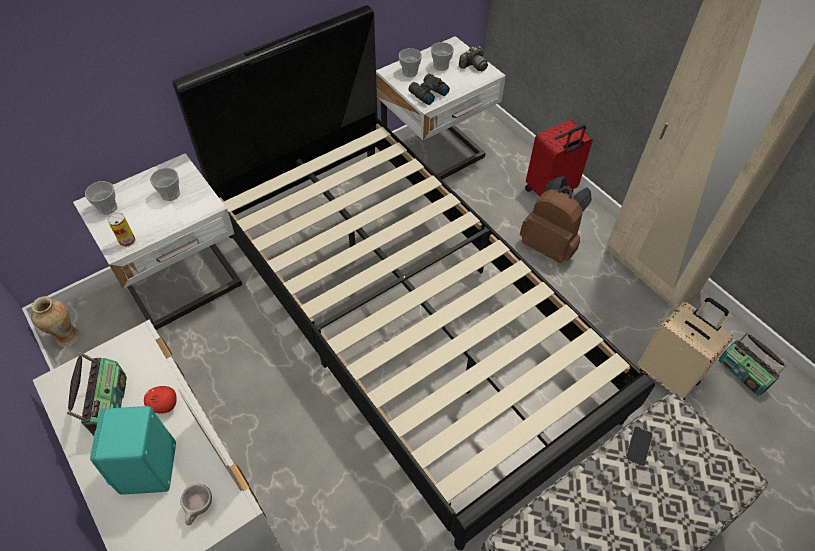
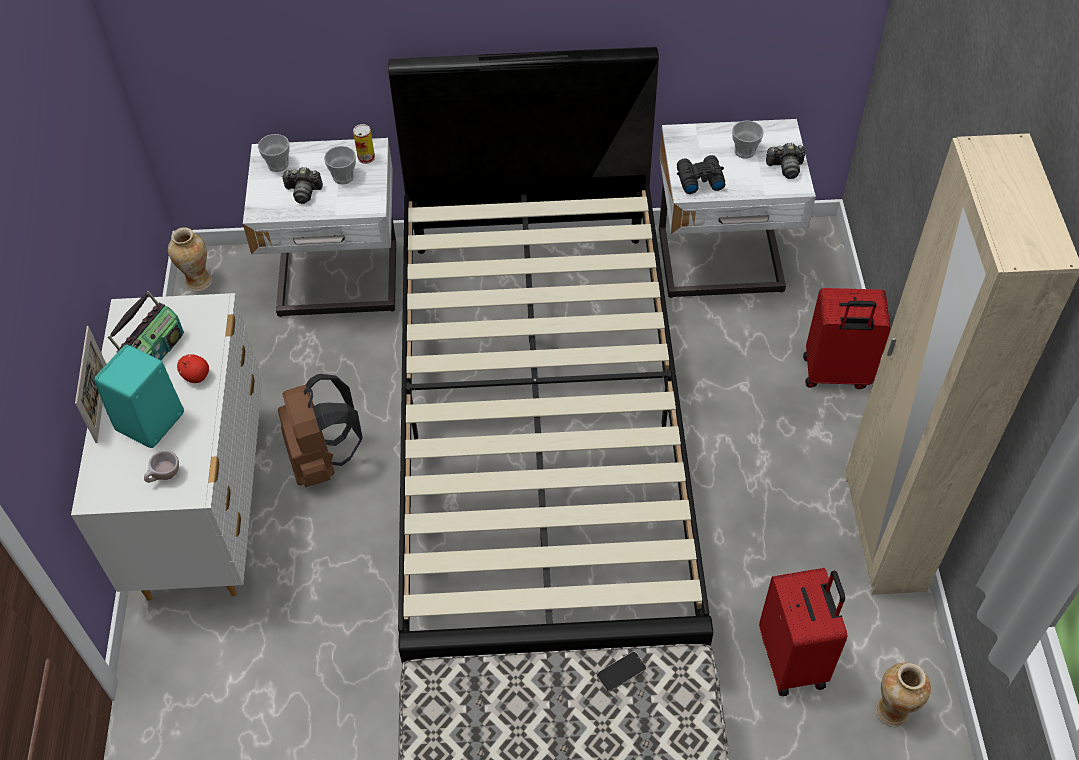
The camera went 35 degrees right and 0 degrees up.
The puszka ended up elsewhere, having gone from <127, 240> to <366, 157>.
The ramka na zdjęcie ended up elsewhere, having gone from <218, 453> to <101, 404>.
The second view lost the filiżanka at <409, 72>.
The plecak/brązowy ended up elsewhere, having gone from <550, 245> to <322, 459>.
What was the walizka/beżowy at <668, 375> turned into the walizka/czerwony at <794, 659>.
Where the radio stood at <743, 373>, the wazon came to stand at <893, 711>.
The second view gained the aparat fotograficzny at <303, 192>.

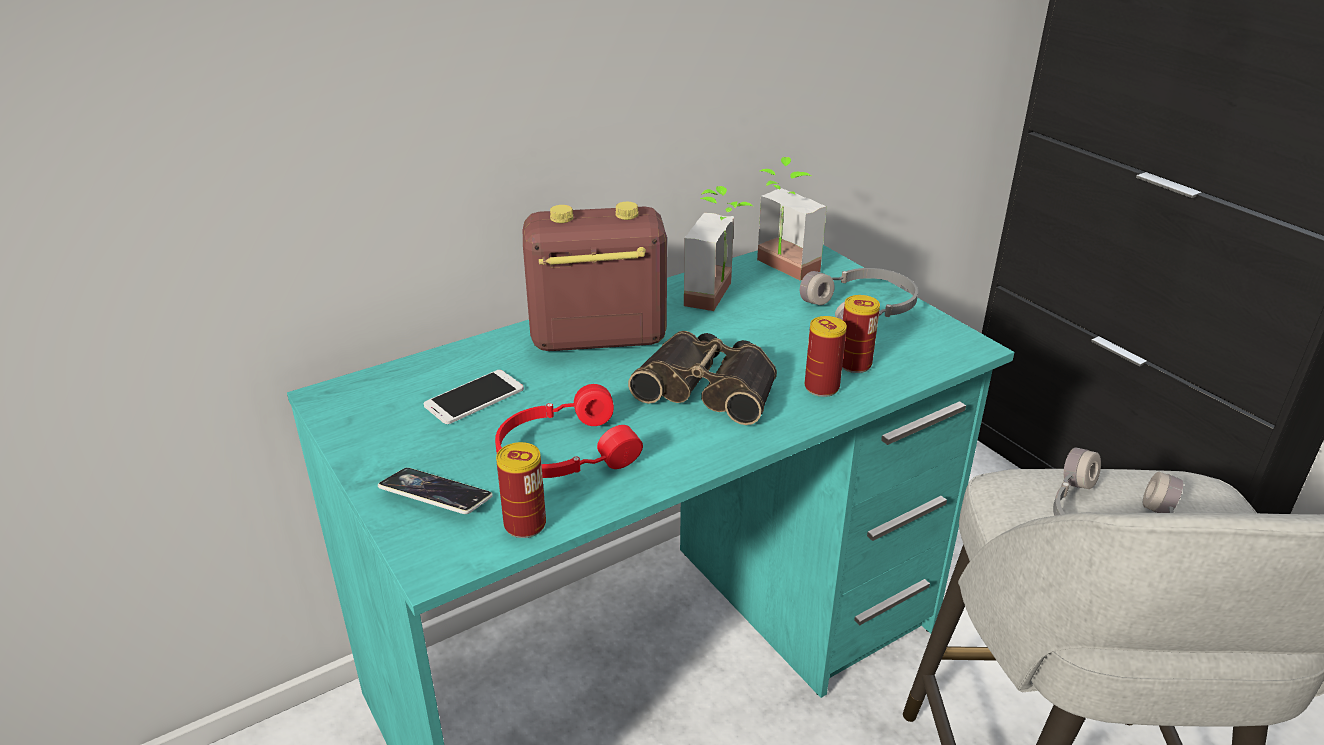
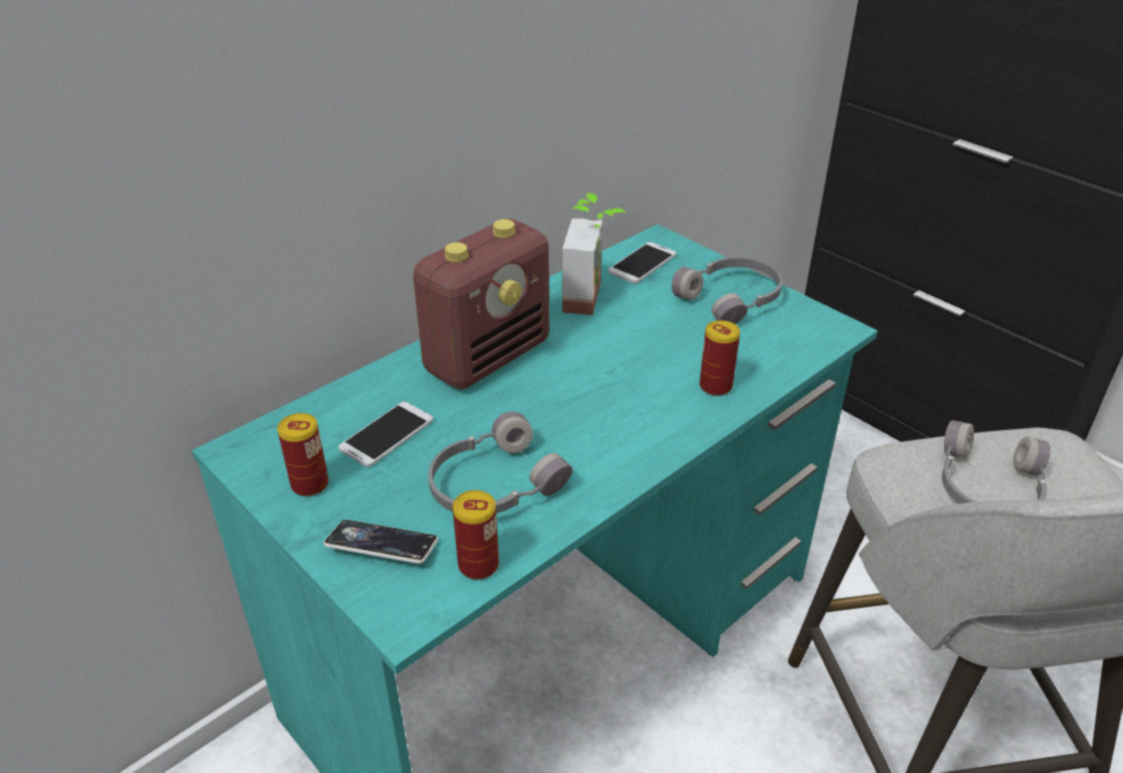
The camera went 10 degrees left and 5 degrees up.
What was the słuchawki/czerwony at <564, 452> turned into the słuchawki/szary at <493, 484>.
The radio at <596, 338> ended up facing another way, 150 degrees clockwise from before.
The second view lost the lornetka at <710, 387>.
Where the roślina doniczkowa stood at <779, 269>, the telefon came to stand at <642, 263>.
The puszka ended up elsewhere, having gone from <854, 364> to <310, 484>.

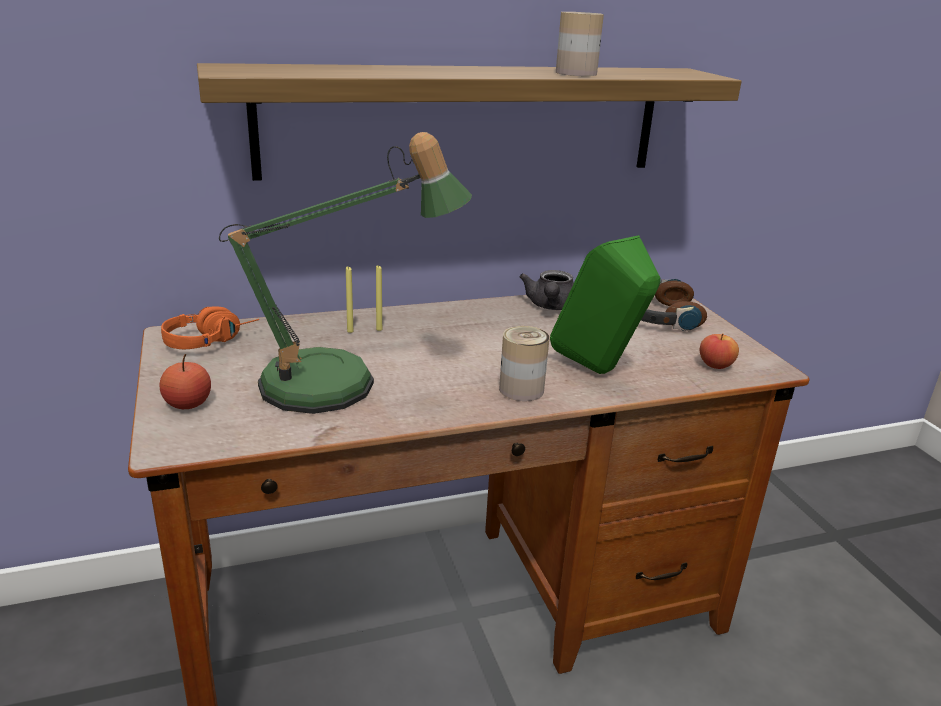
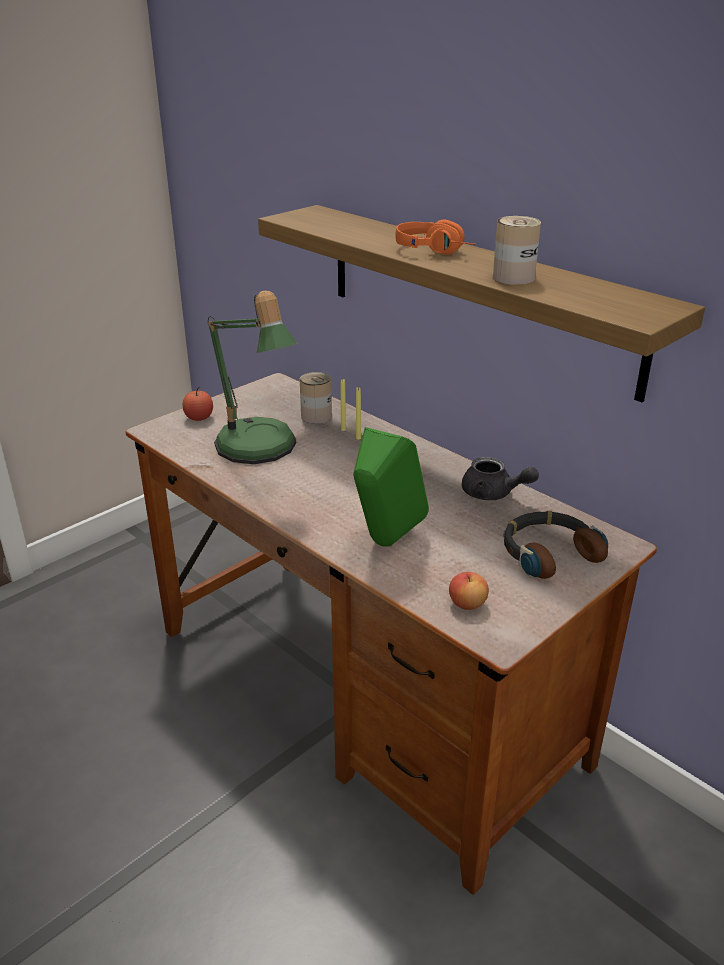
The camera went 65 degrees right and 5 degrees up.
The słuchawki/pomarańczowy ended up elsewhere, having gone from <211, 340> to <436, 251>.
The puszka ended up elsewhere, having gone from <521, 389> to <316, 416>.
The imbryk/szary at <550, 307> ended up facing another way, 135 degrees counterclockwise from before.

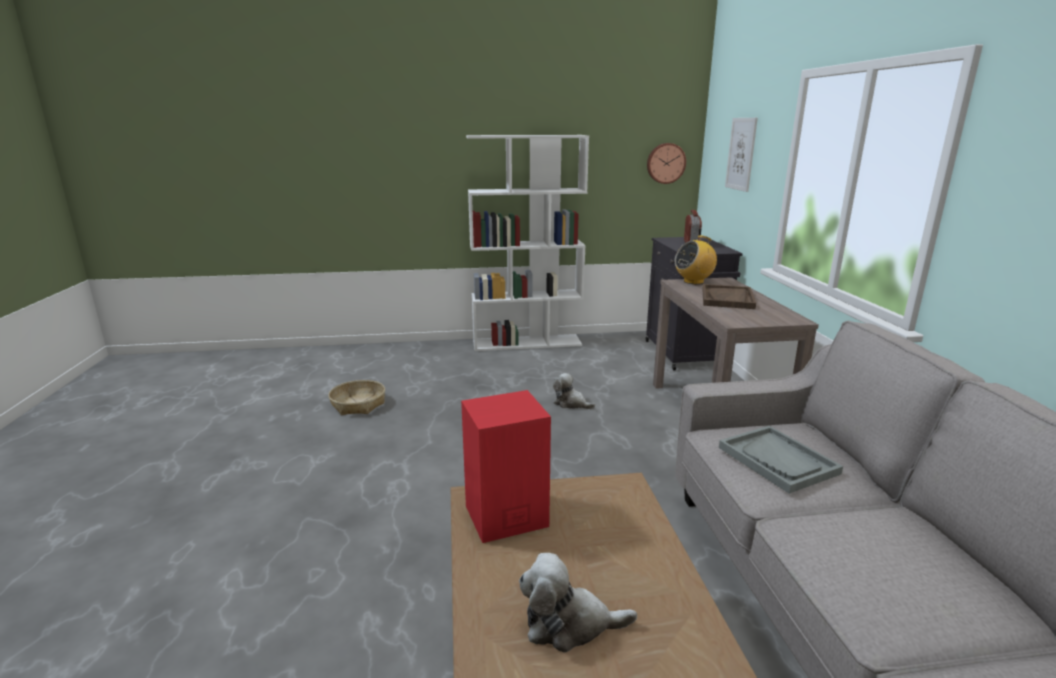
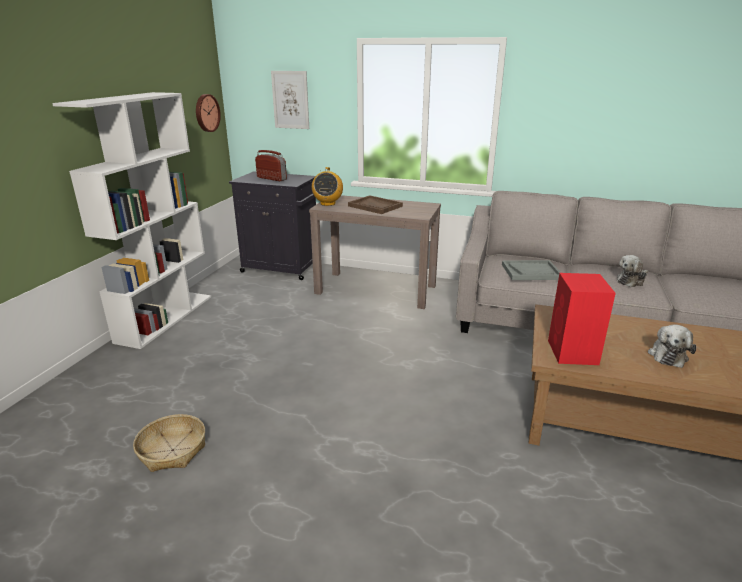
The camera went 65 degrees left and 5 degrees up.
The pluszak ended up elsewhere, having gone from <571, 403> to <631, 281>.

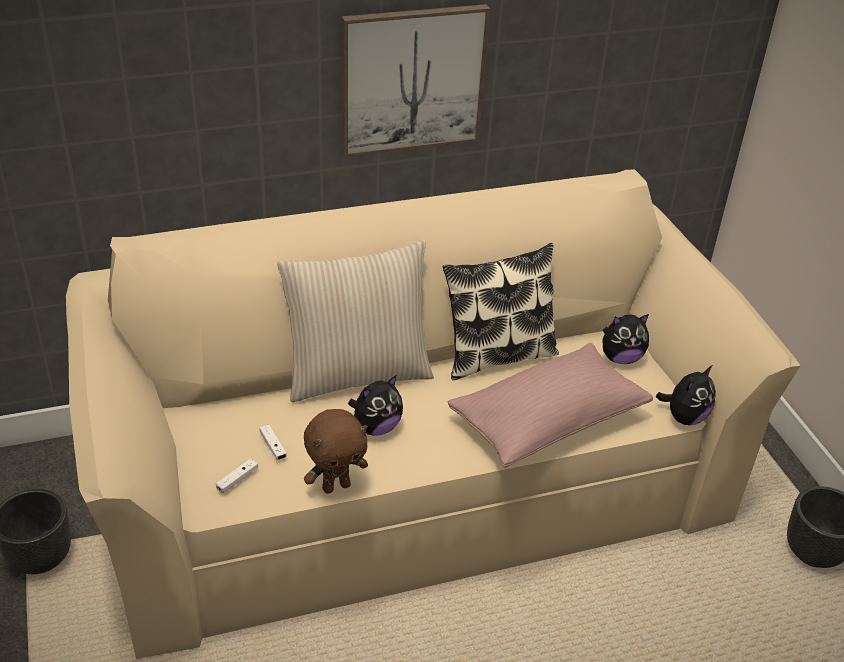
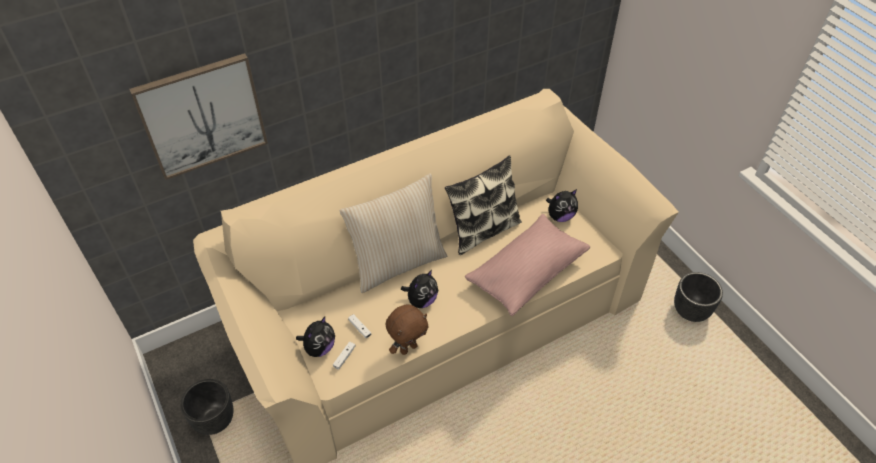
The camera went 10 degrees left and 10 degrees up.
The obraz ended up elsewhere, having gone from <412, 79> to <202, 116>.
The pluszak ended up elsewhere, having gone from <684, 417> to <319, 348>.

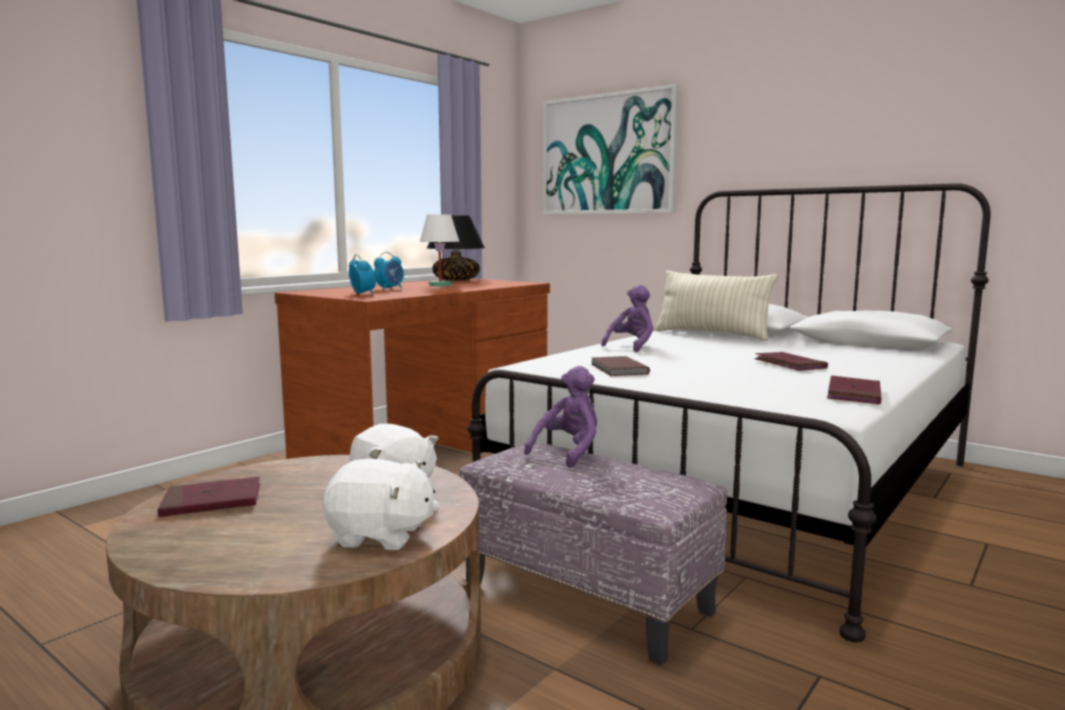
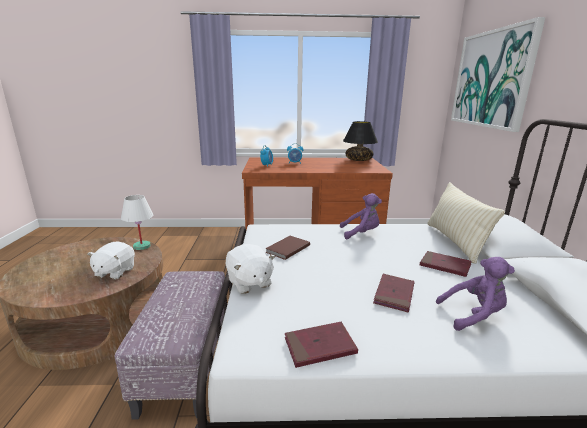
The camera went 50 degrees right and 10 degrees up.
The książka/czerwony ended up elsewhere, having gone from <212, 502> to <445, 266>.
The pluszak/biały ended up elsewhere, having gone from <381, 536> to <249, 283>.
The lampa stołowa/biały ended up elsewhere, having gone from <440, 285> to <142, 246>.
The pluszak/fioletowy ended up elsewhere, having gone from <568, 452> to <473, 315>.

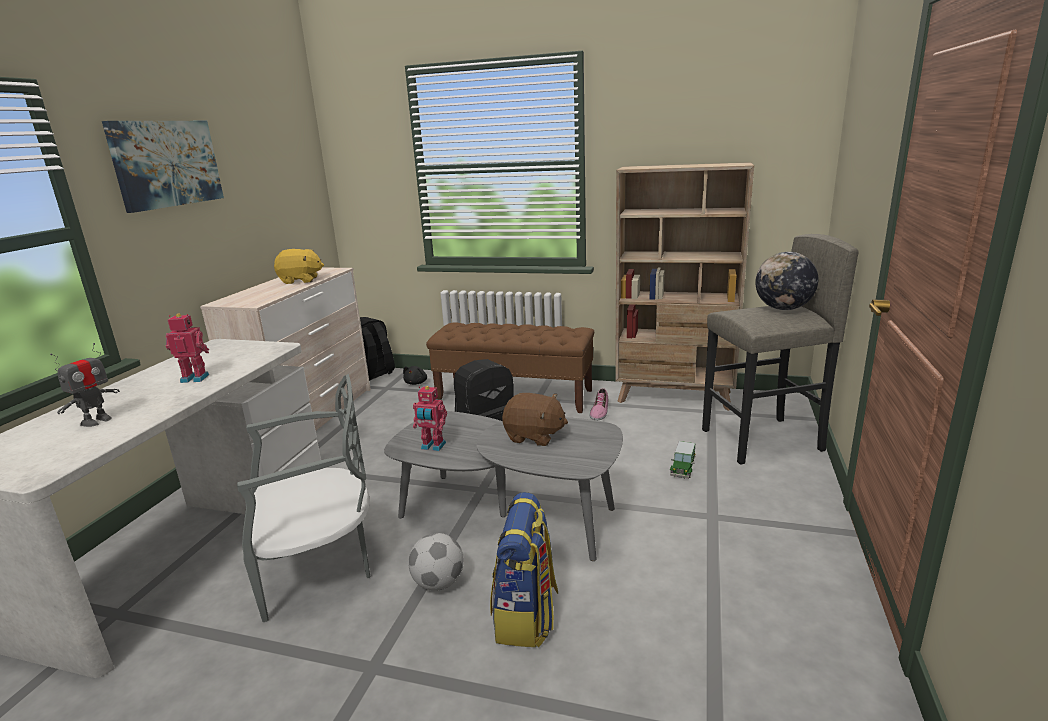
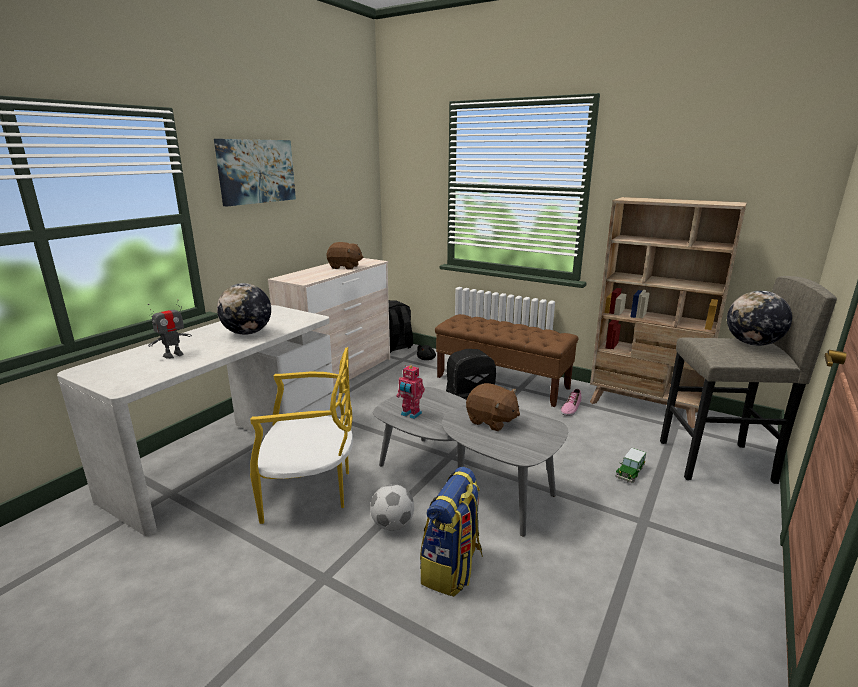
The camera went 15 degrees right and 0 degrees up.
Where the robot zabawkowy stood at <195, 378>, the globus came to stand at <247, 333>.
What was the krzesło/szary at <319, 567> turned into the krzesło/żółty at <310, 491>.
What was the pluszak/żółty at <300, 280> turned into the pluszak/brązowy at <345, 267>.

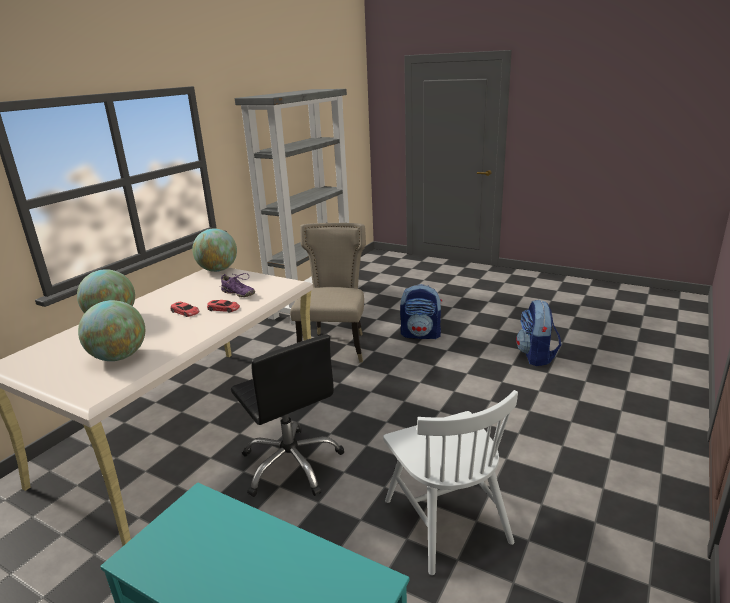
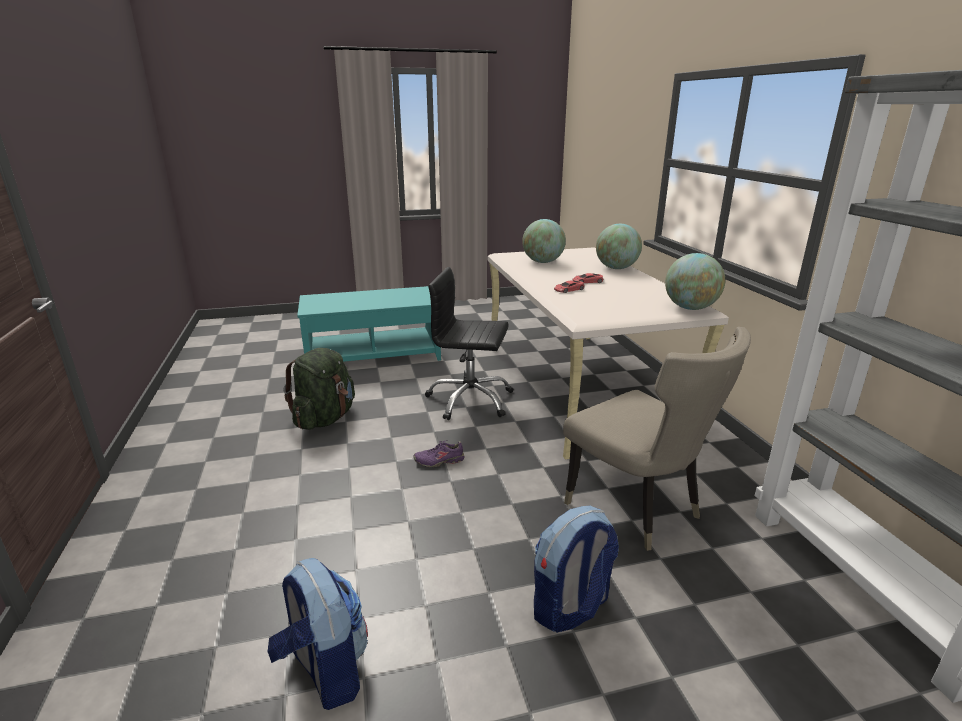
The camera went 135 degrees right and 0 degrees up.
The but/fioletowy ended up elsewhere, having gone from <238, 293> to <439, 461>.
Where the krzesło/biały stood at <446, 520>, the plecak/zielony came to stand at <325, 418>.

